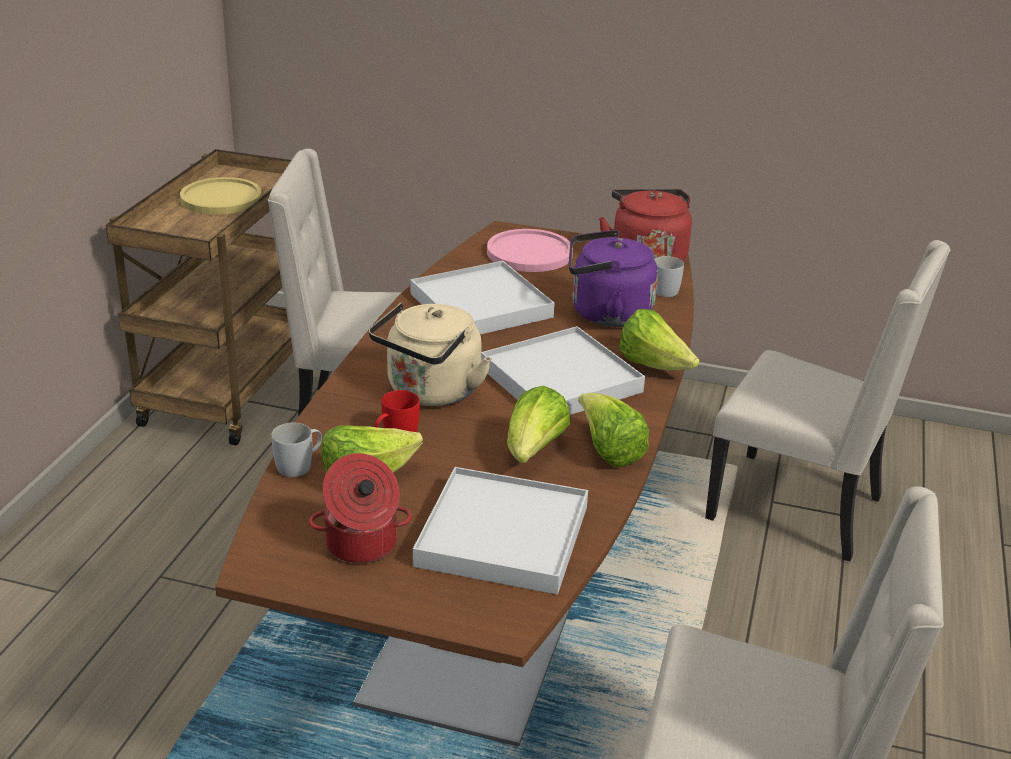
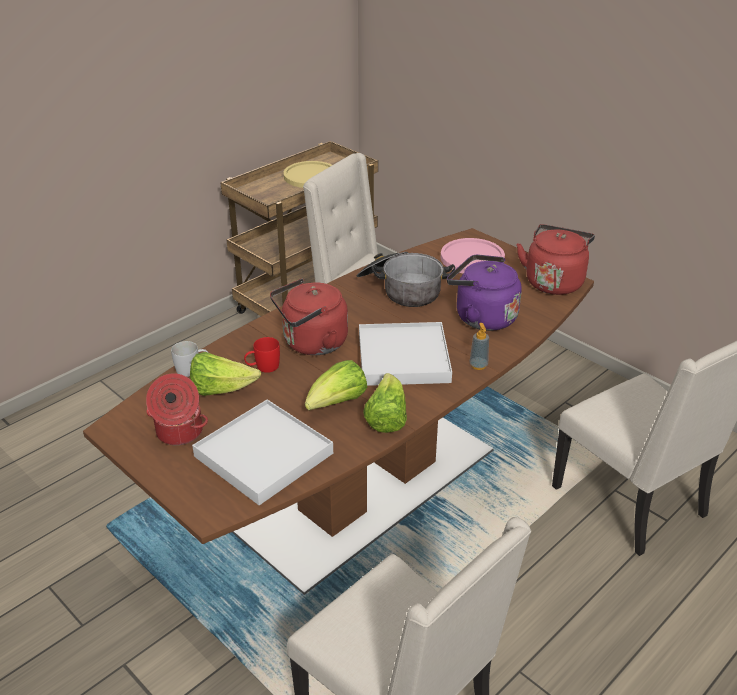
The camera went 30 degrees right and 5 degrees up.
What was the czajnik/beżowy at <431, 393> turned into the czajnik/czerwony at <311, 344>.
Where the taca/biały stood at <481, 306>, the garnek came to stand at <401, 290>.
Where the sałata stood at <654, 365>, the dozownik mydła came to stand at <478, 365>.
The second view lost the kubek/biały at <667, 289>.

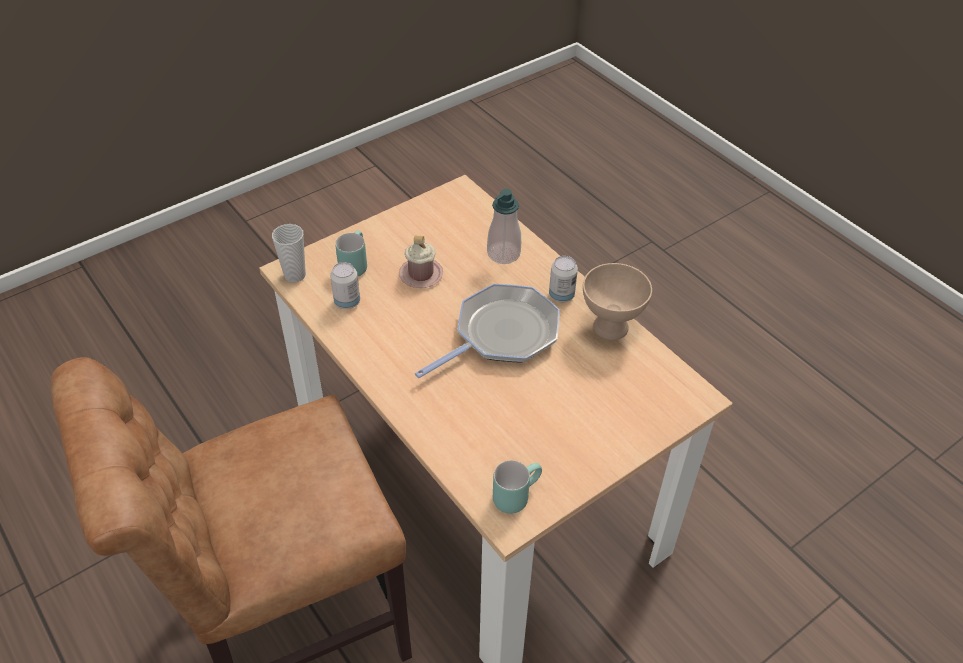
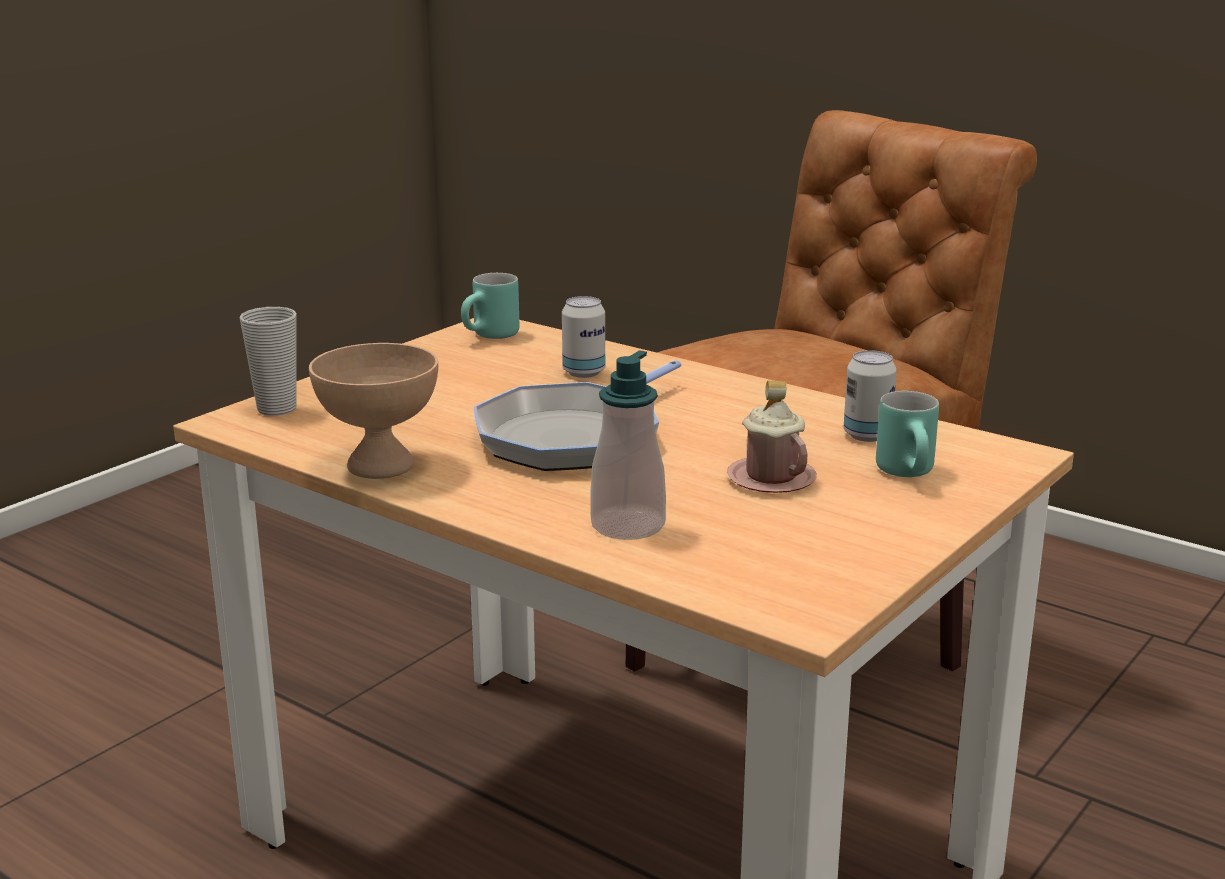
The camera went 165 degrees right and 25 degrees down.
The filiżanka ended up elsewhere, having gone from <295, 275> to <277, 409>.
The puszka ended up elsewhere, having gone from <561, 295> to <584, 372>.

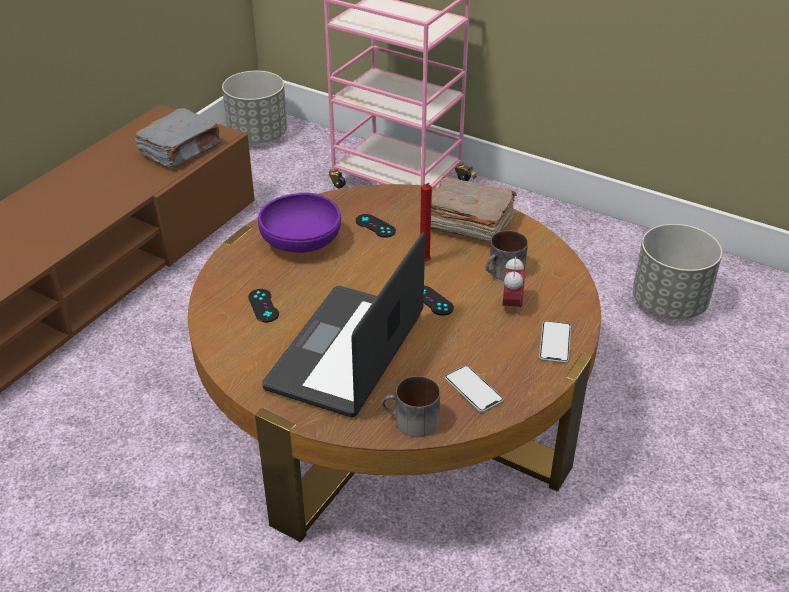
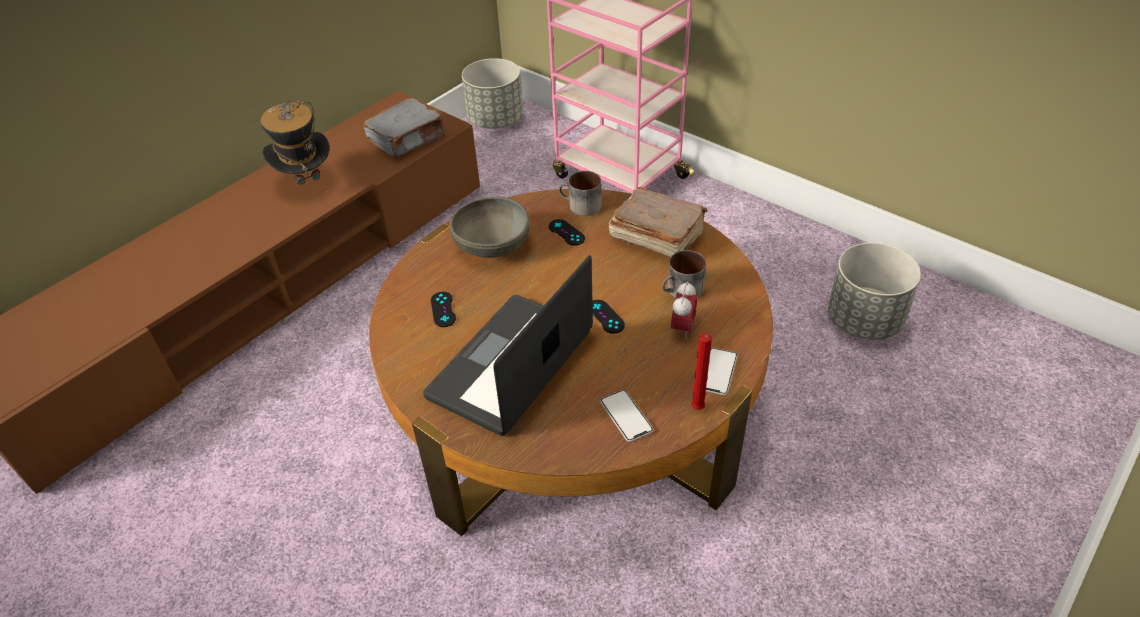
The camera went 10 degrees right and 5 degrees up.
What was the miska/fioletowy at <301, 242> turned into the miska/szary at <492, 245>.
The kubek ended up elsewhere, having gone from <411, 422> to <580, 206>.
The świeca/czerwony ended up elsewhere, having gone from <424, 263> to <697, 410>.
The second view gained the kapelusz at <306, 182>.

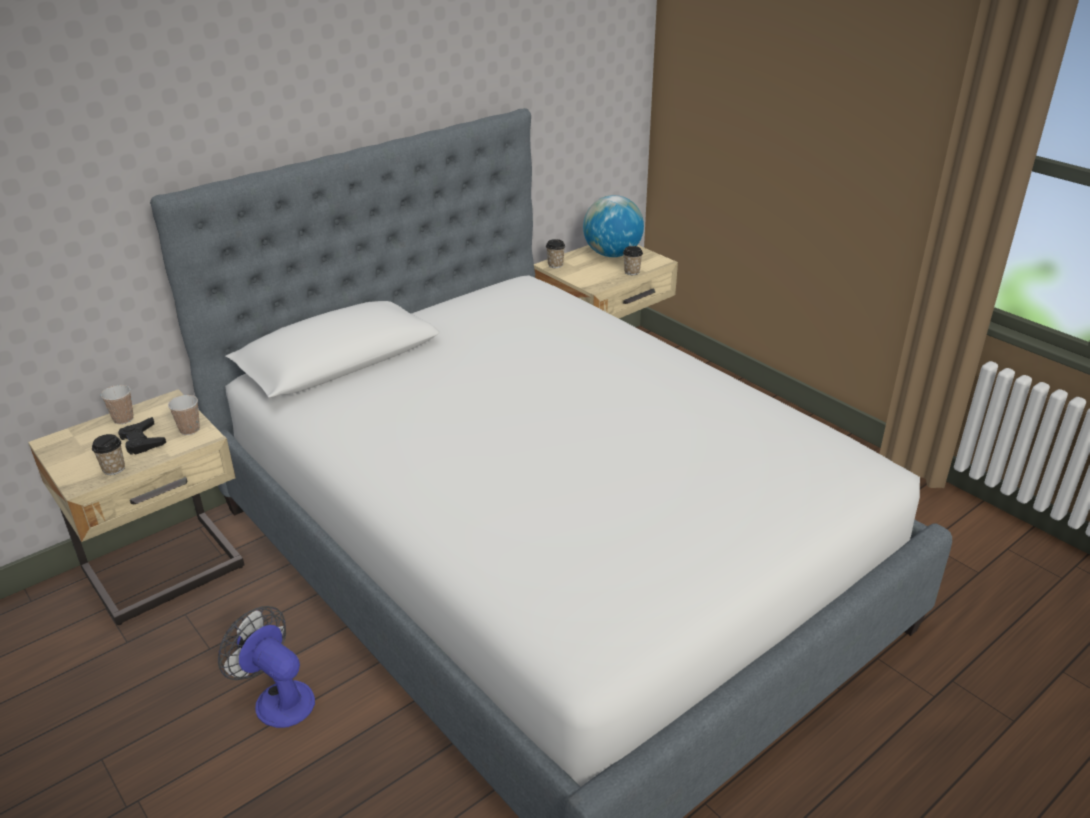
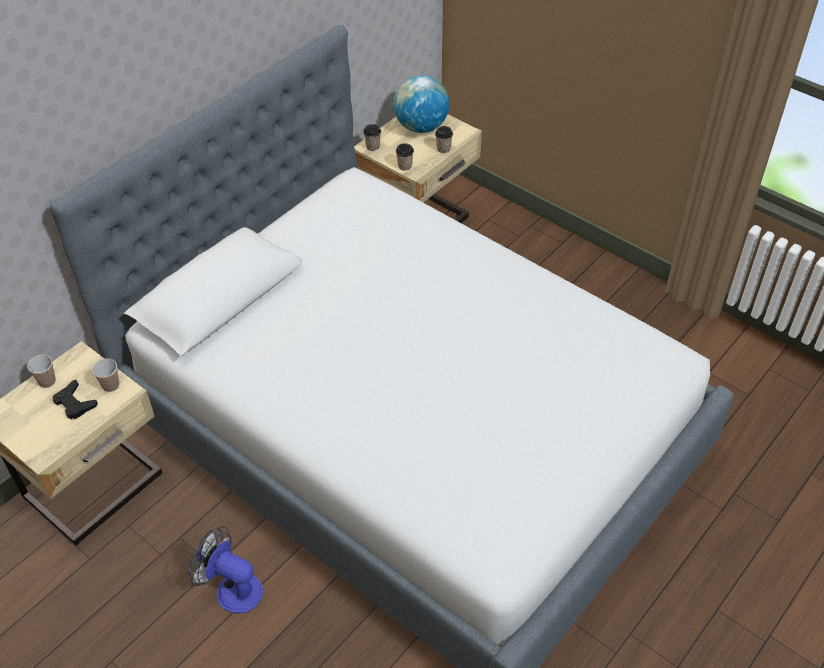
The camera went 10 degrees left and 15 degrees up.
The filiżanka ended up elsewhere, having gone from <114, 469> to <405, 166>.

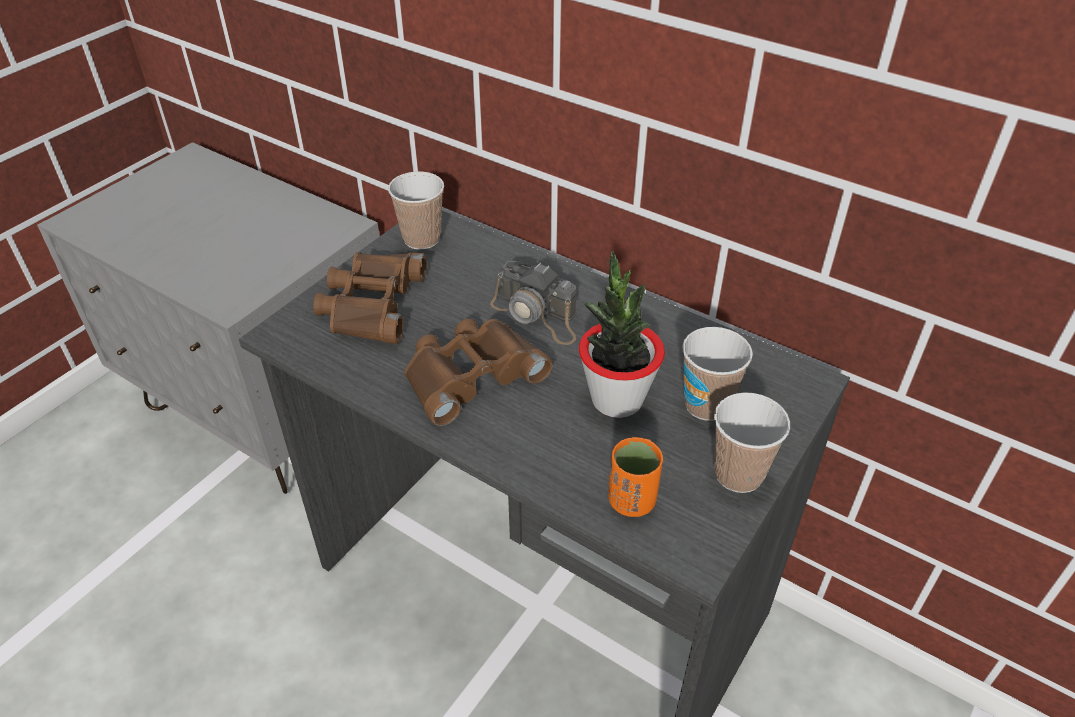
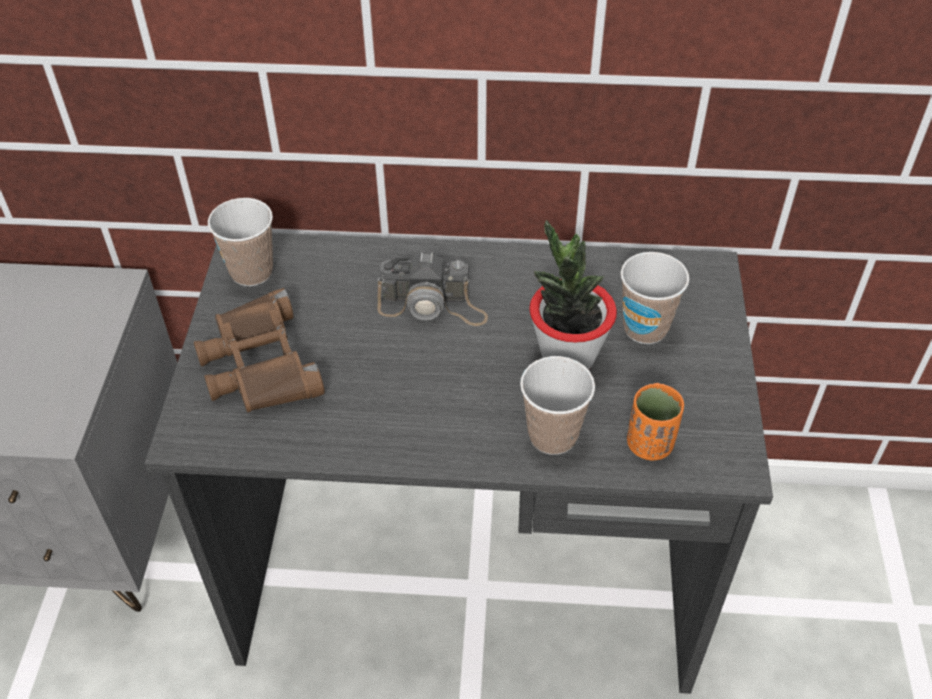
The camera went 30 degrees left and 5 degrees up.
The second view lost the lornetka/brązowy at <471, 375>.
The filiżanka ended up elsewhere, having gone from <738, 474> to <552, 436>.

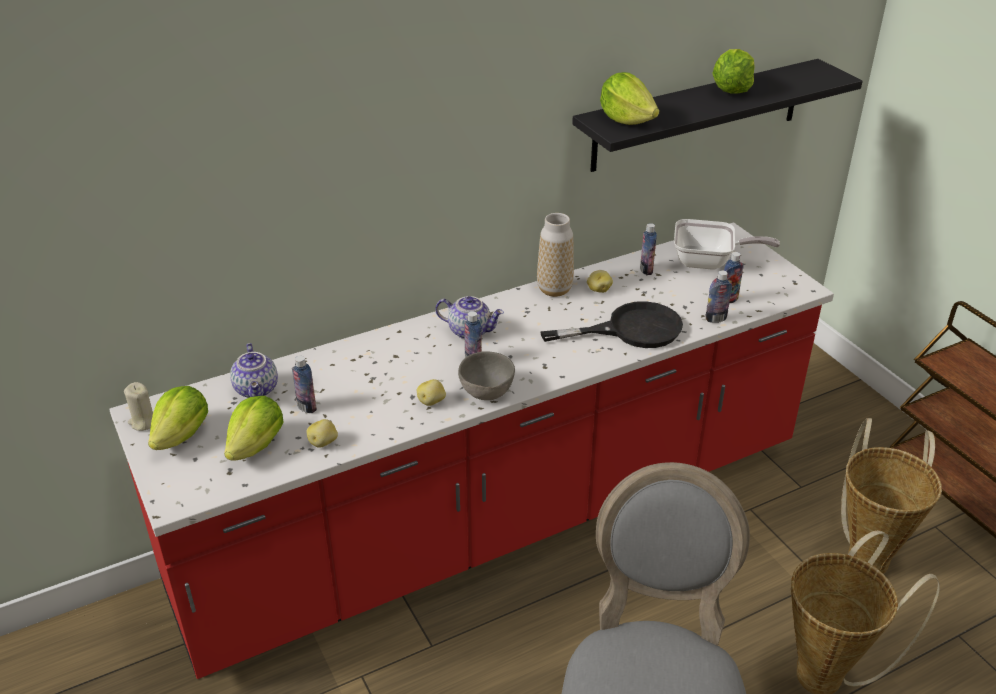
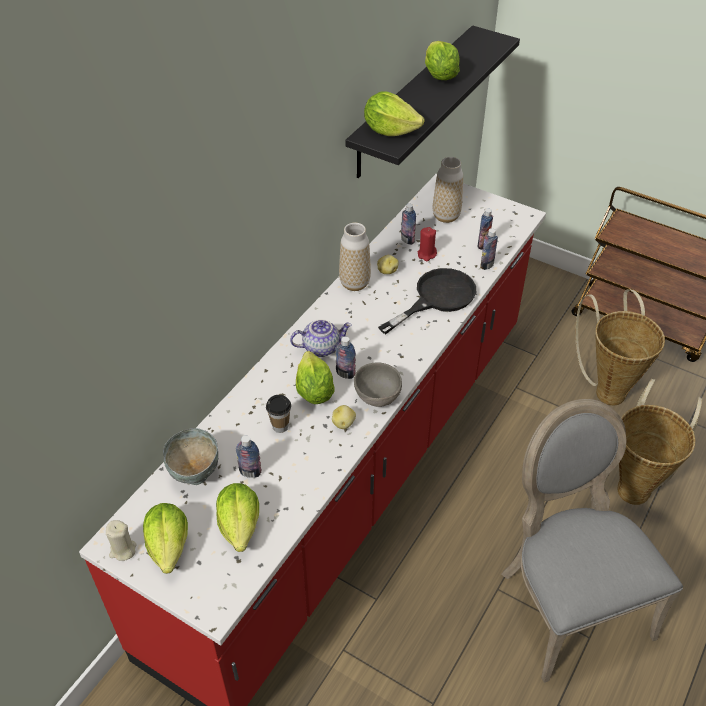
The camera went 30 degrees left and 10 degrees up.
Where the imbryk stood at <257, 389>, the miska/szary came to stand at <195, 474>.
The second view lost the ziemniak at <323, 442>.
Where the patelnia stood at <709, 262>, the wazon came to stand at <446, 216>.
The second view gained the filiżanka at <280, 426>.
The second view gained the sałata at <314, 391>.
The second view gained the świeca/czerwony at <426, 254>.

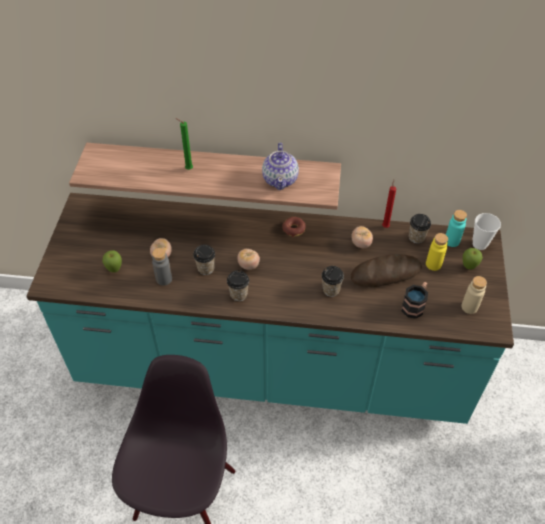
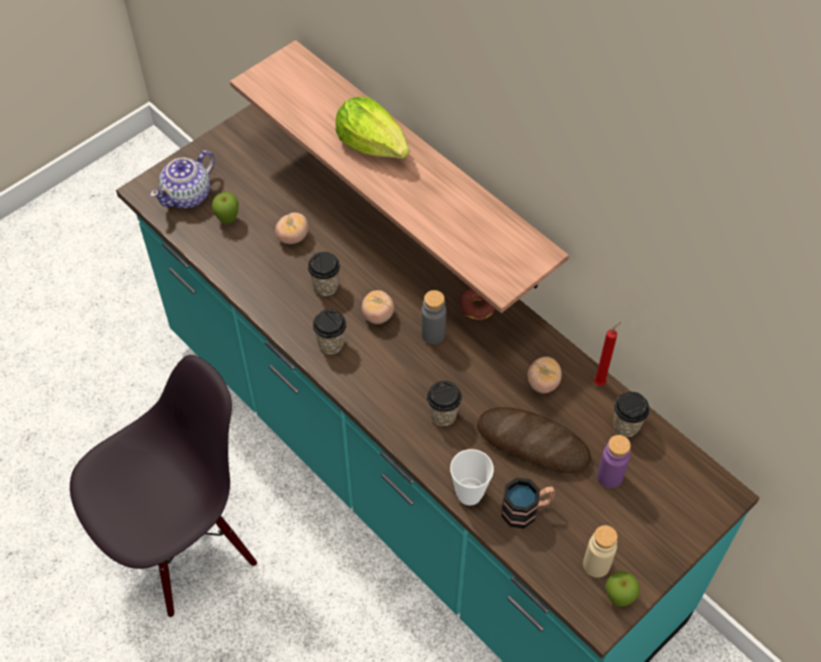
The camera went 40 degrees right and 5 degrees up.
The butelka/szary ended up elsewhere, having gone from <164, 279> to <433, 334>.
Where the świeca/zielony stood at <188, 169>, the sałata came to stand at <373, 144>.
The imbryk ended up elsewhere, having gone from <280, 179> to <188, 195>.
What was the butelka/żółty at <433, 264> turned into the butelka/fioletowy at <609, 476>.
The second view lost the butelka/turkusowy at <452, 241>.
The jabłko ended up elsewhere, having gone from <468, 267> to <618, 598>.
The filiżanka ended up elsewhere, having gone from <479, 244> to <469, 494>.

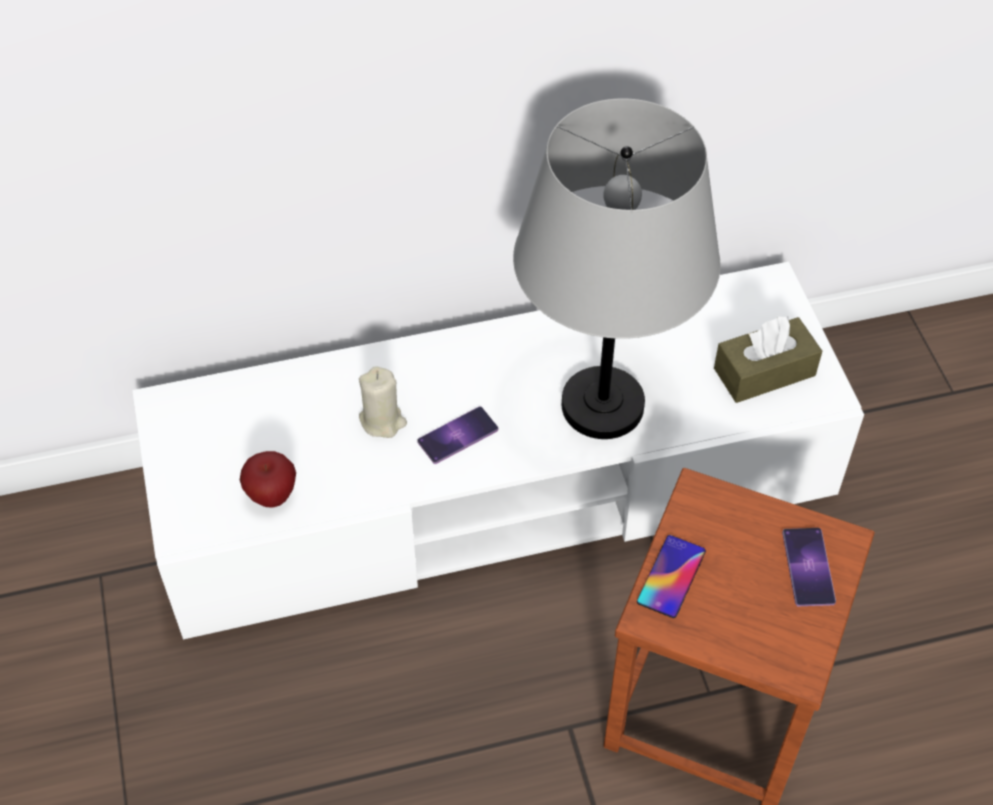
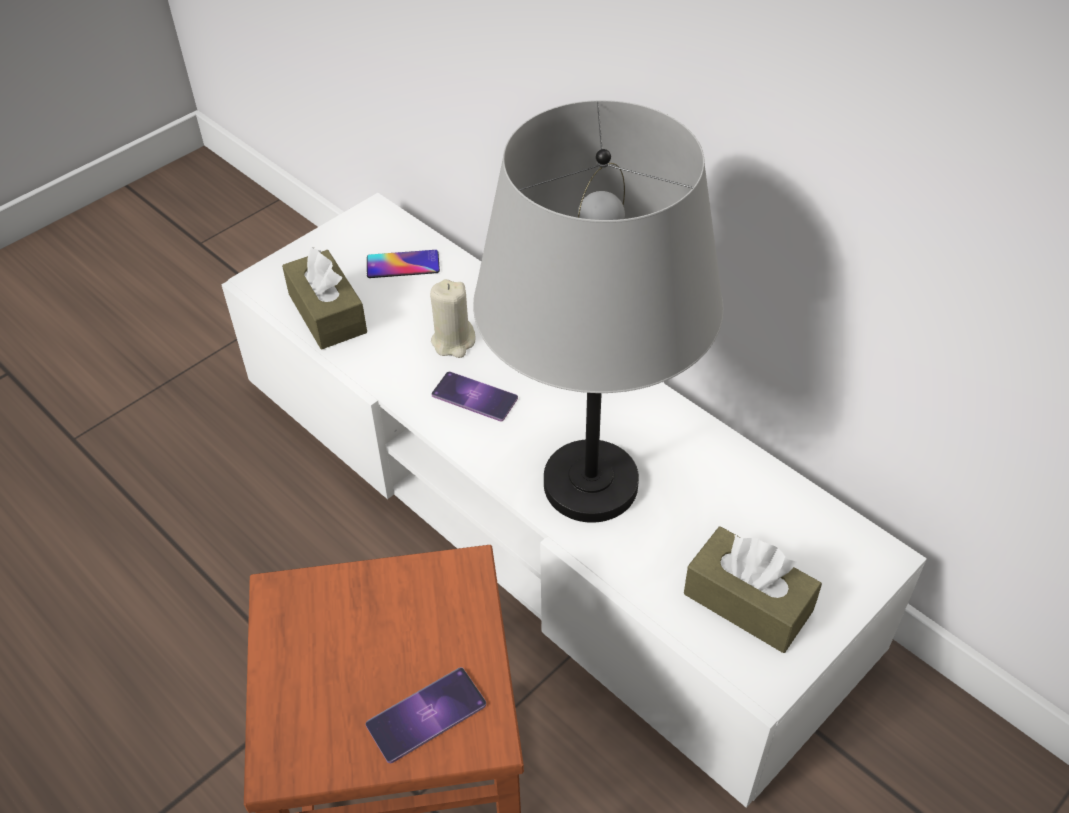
The camera went 60 degrees right and 5 degrees down.
Where the jabłko stood at <272, 496>, the pudełko chusteczek/brązowy came to stand at <327, 313>.
The telefon ended up elsewhere, having gone from <671, 576> to <403, 264>.

